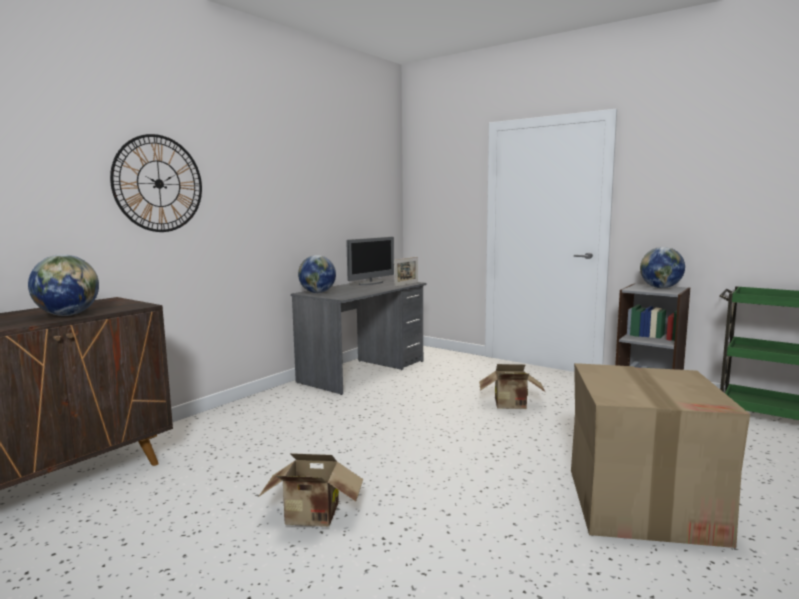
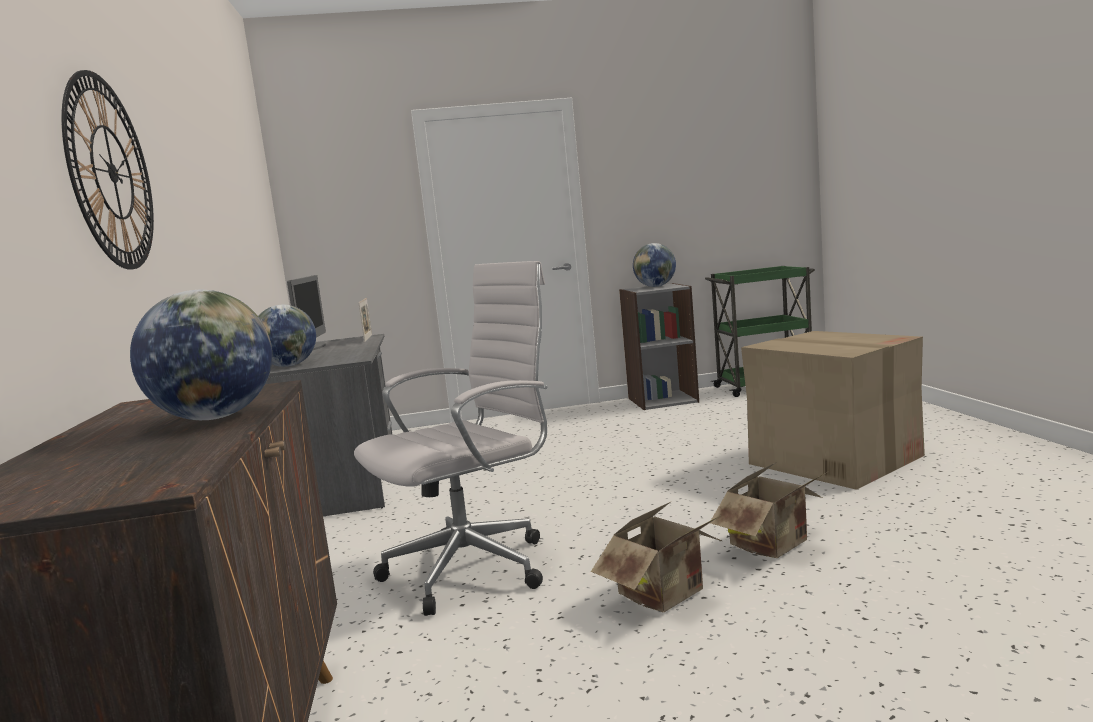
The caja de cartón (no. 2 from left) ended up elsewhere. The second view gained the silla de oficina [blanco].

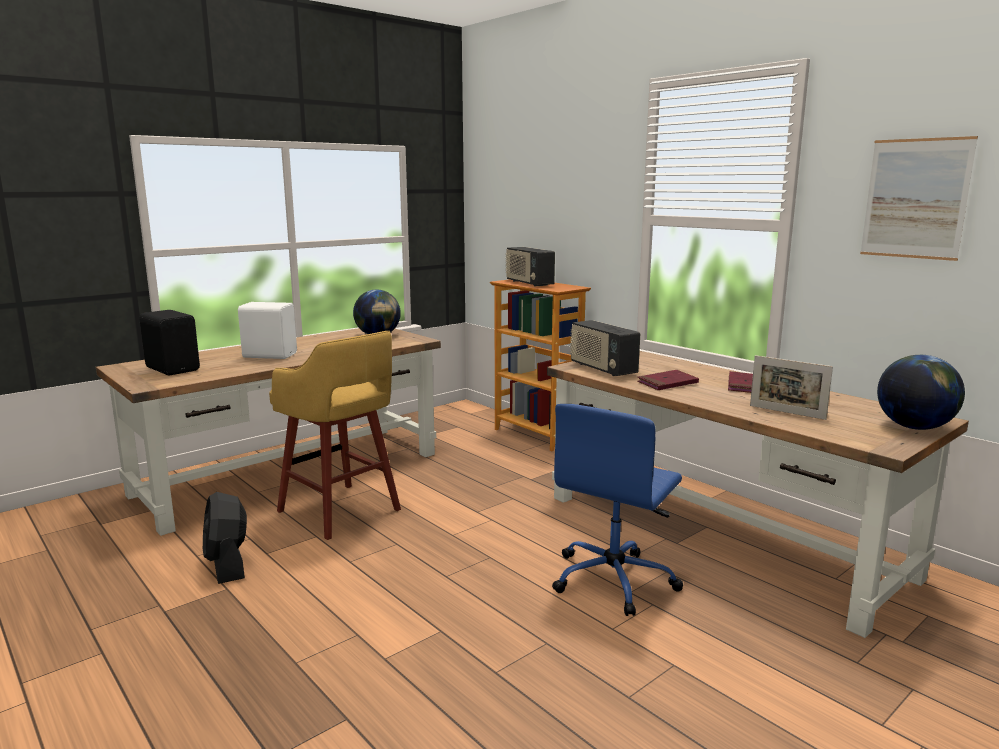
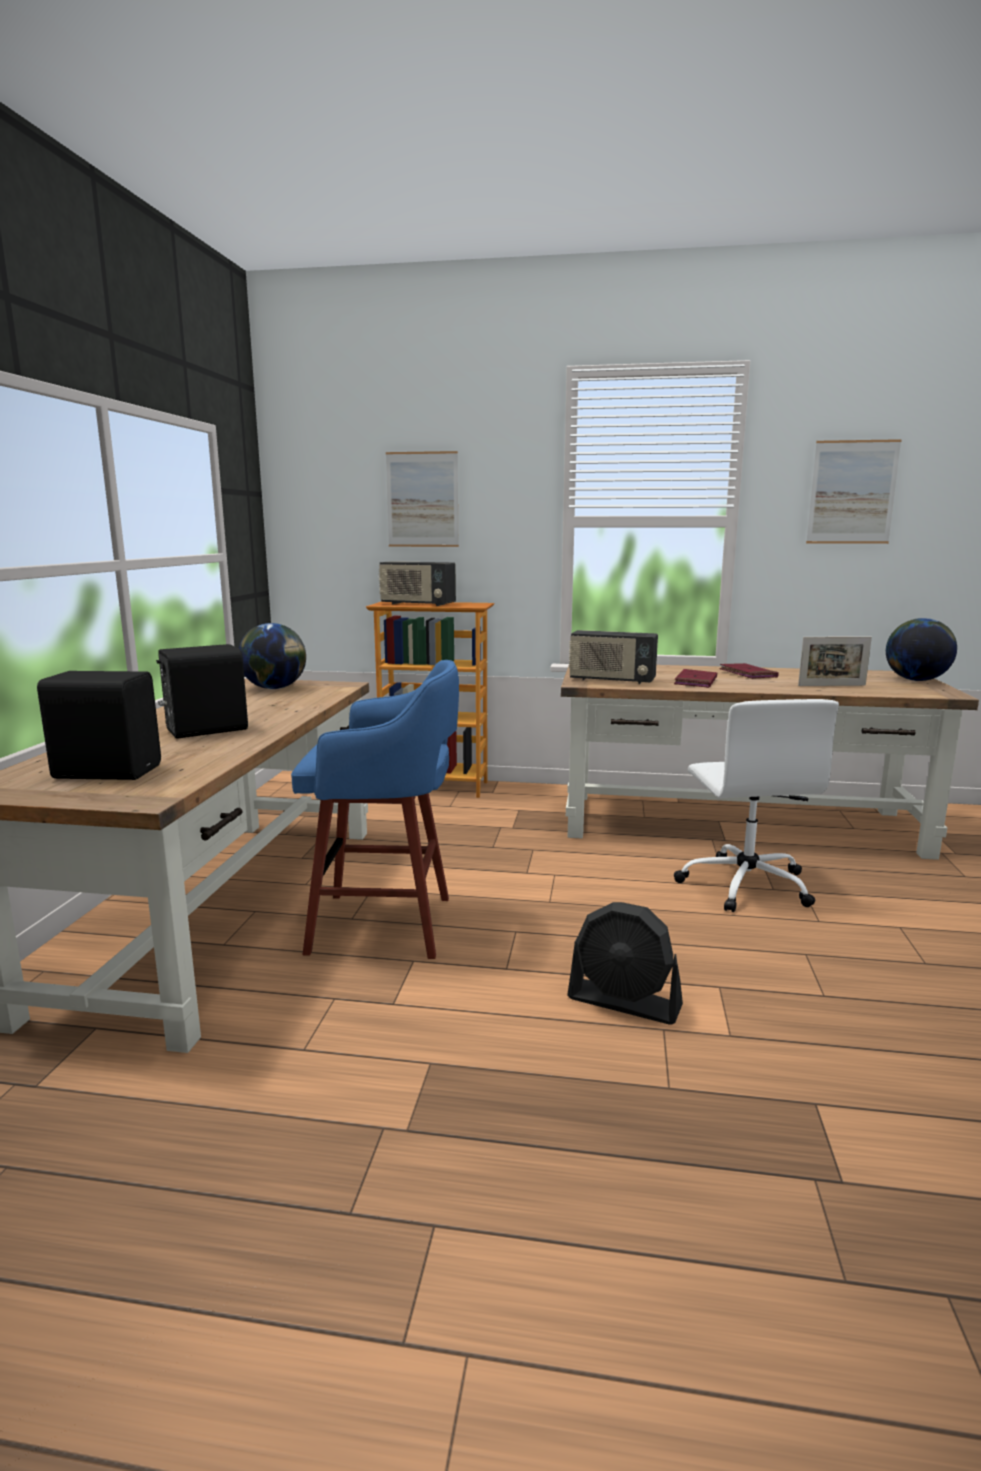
What was the altavoz [blanco] turned into the altavoz [negro] (no. 2 from left). What was the taburete [amarillo] turned into the taburete [azul]. What was the silla de oficina [azul] turned into the silla de oficina [blanco]. The ventilador [negro] ended up elsewhere. The second view gained the cuadro (no. 1 from left).

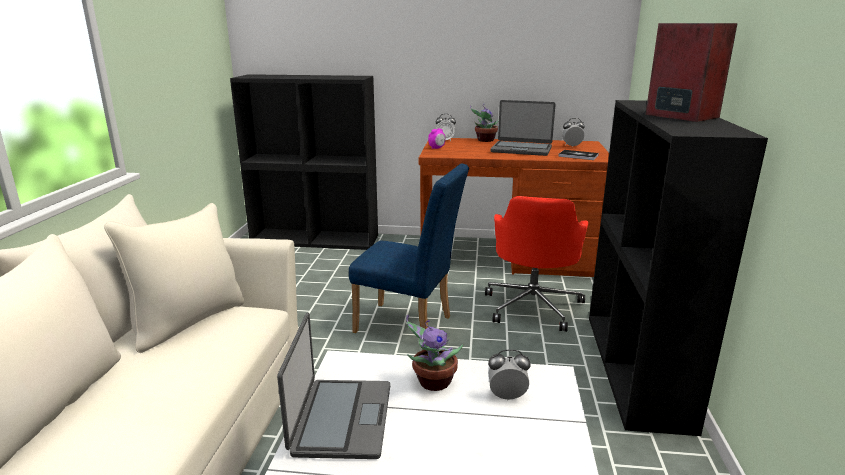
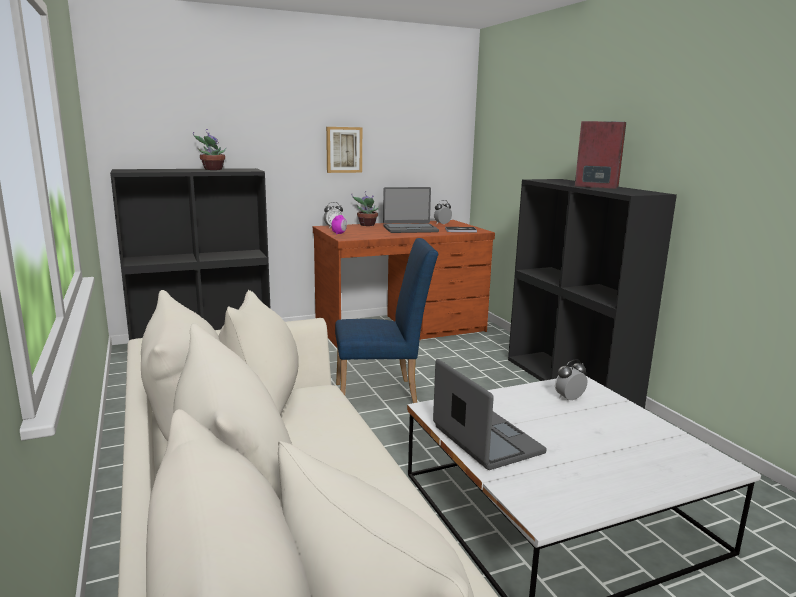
The second view lost the silla de oficina [rojo]. The planta en maceta (no. 1 from left) ended up elsewhere. The second view gained the cuadro.

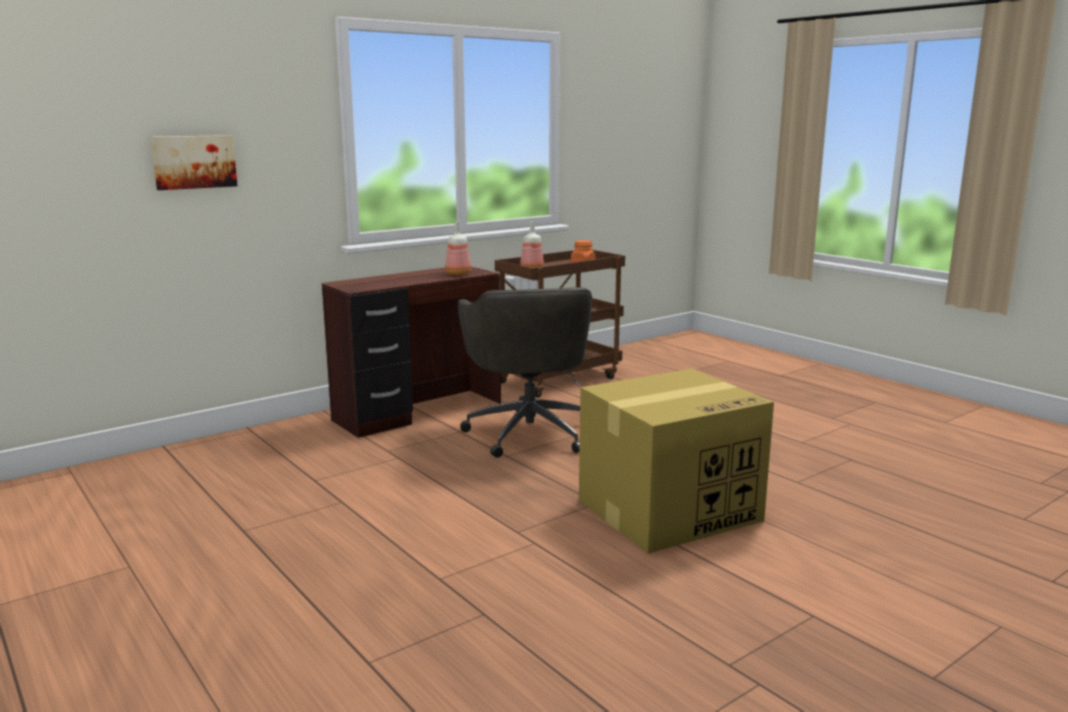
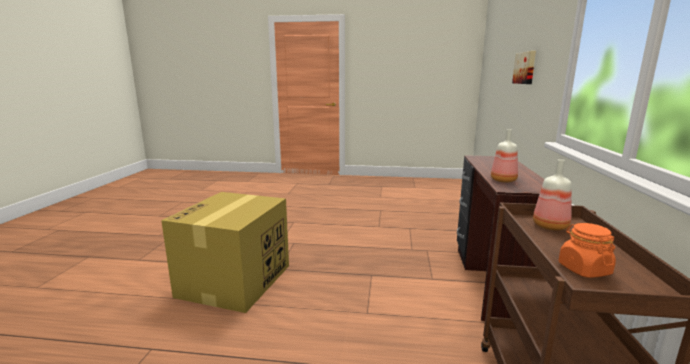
The second view lost the silla de oficina [gris].

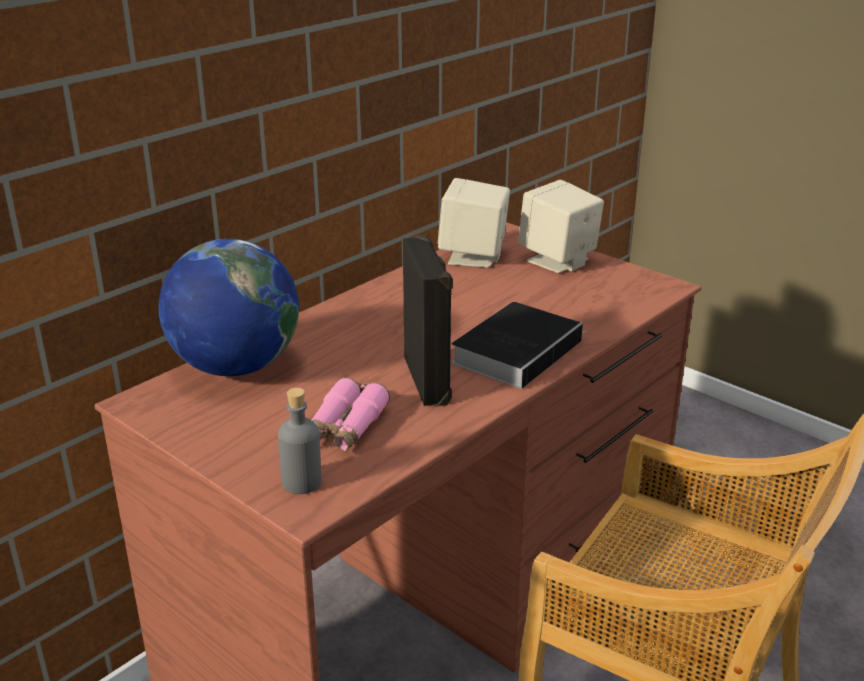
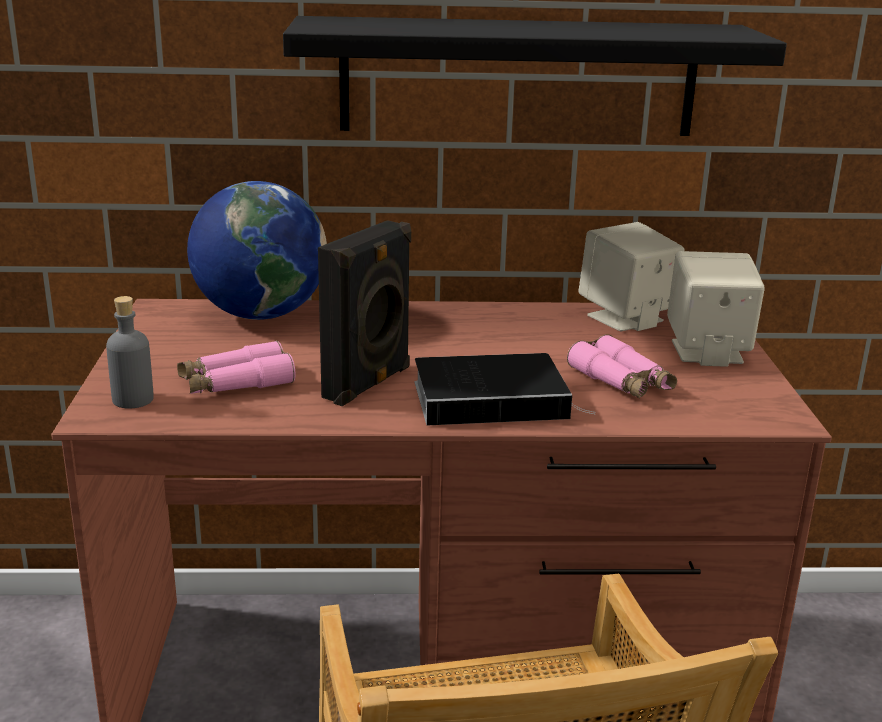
The second view gained the estante [negro]. The second view gained the prismáticos [rosa] (no. 2 from left).

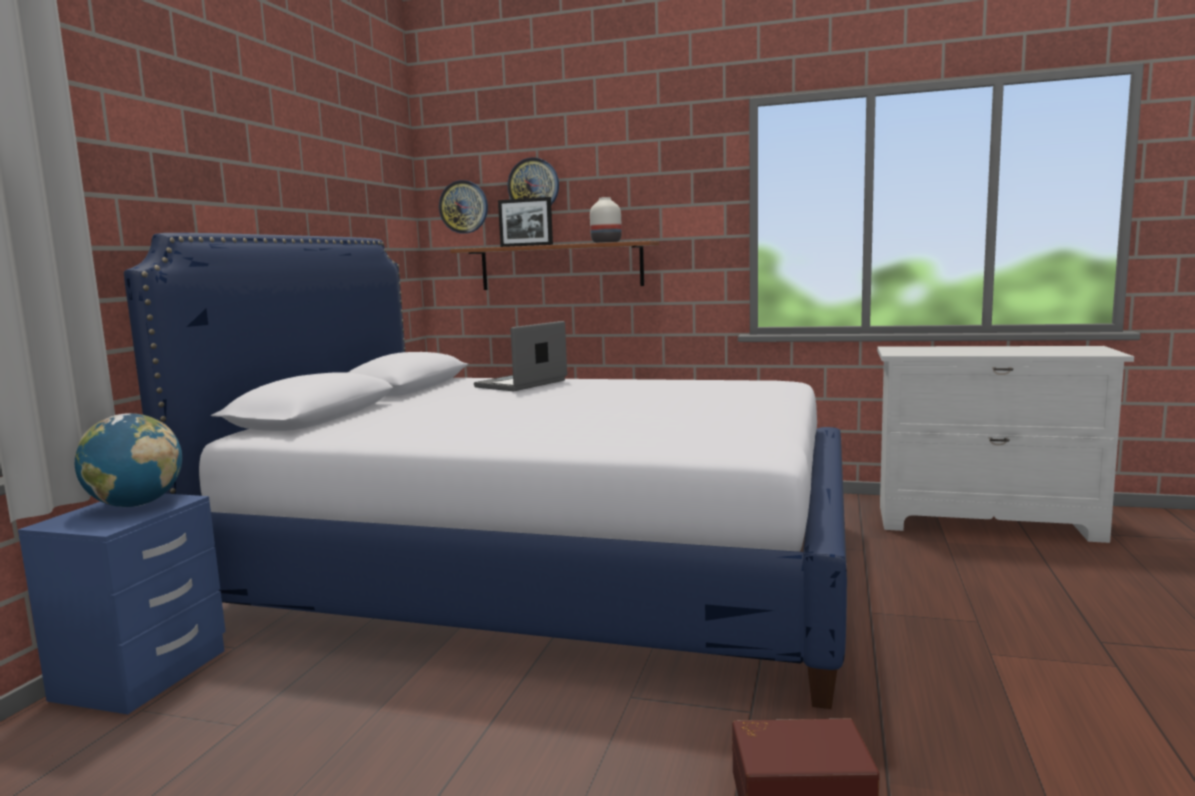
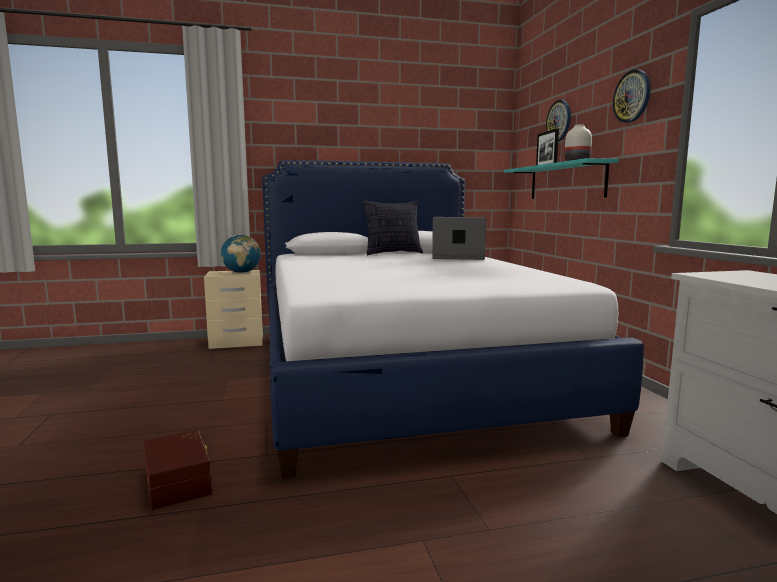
The reloj de pared (no. 1 from left in the first image) ended up elsewhere. What was the estante [marrón] turned into the estante [turquesa]. What was the mesita de noche [azul] turned into the mesita de noche [beis]. The second view gained the cojín.

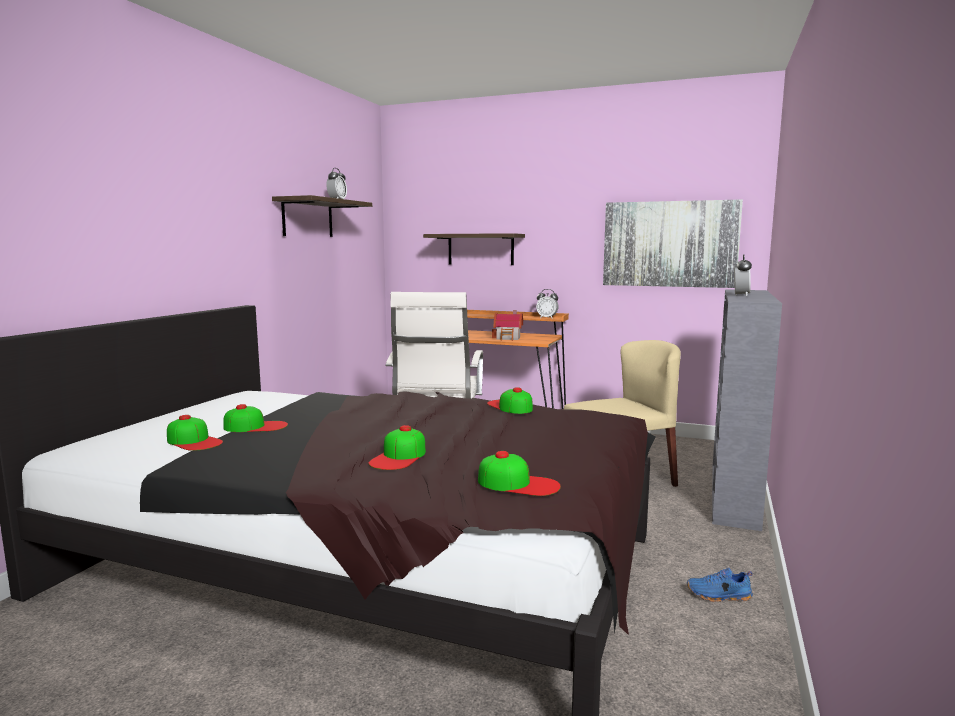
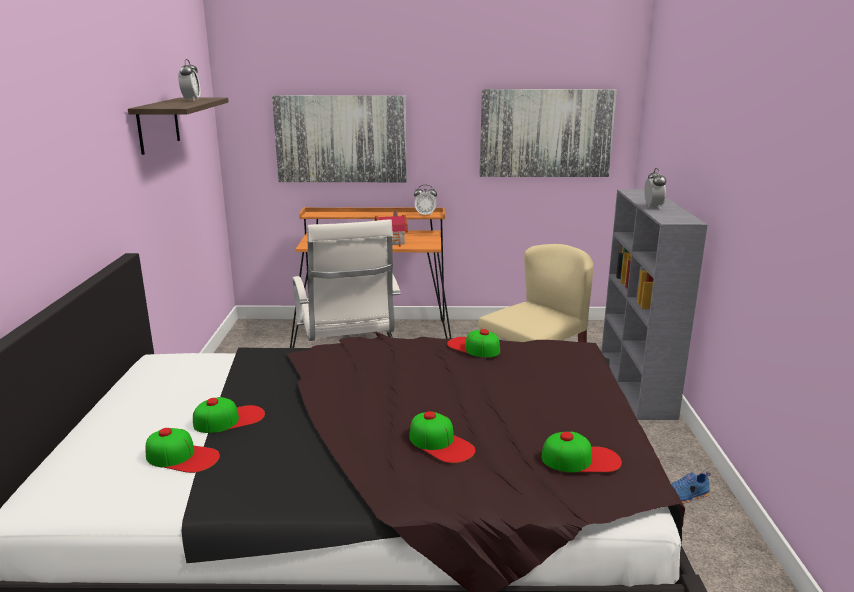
Where the estante (no. 2 from left) hung, the cuadro (no. 1 from left) came to hang. The gorra (no. 3 from left) ended up facing another way, 45 degrees counterclockwise from before.

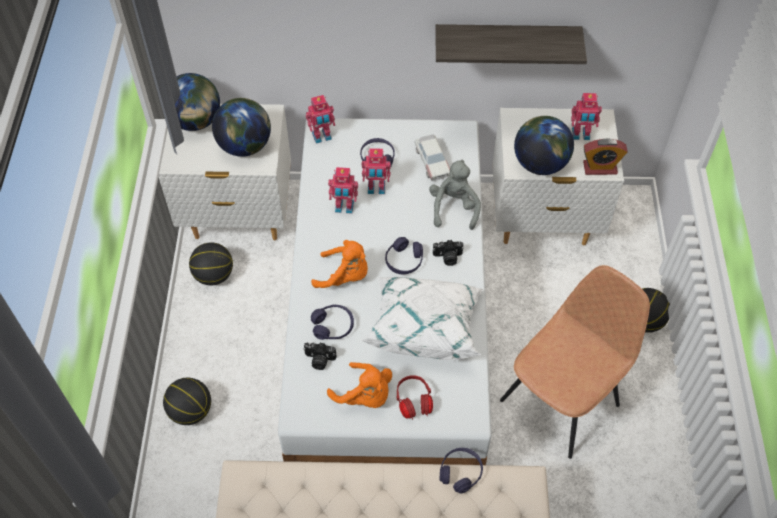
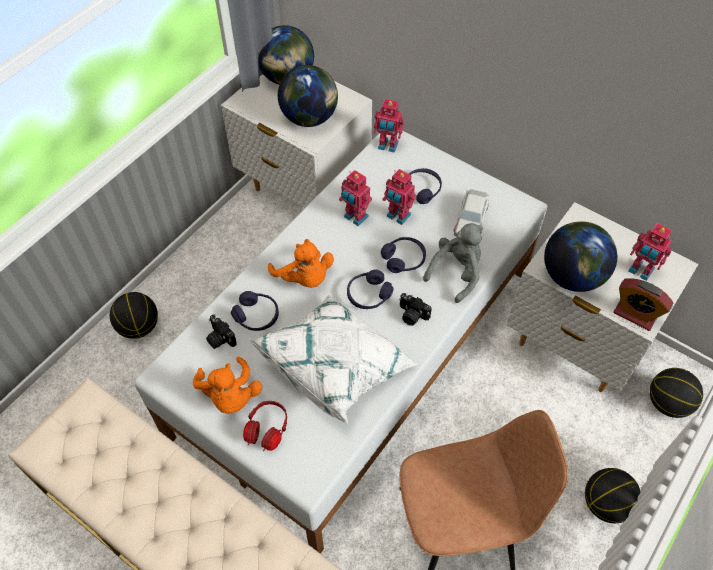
The second view lost the estante. The balón de baloncesto (no. 2 from left in the first image) ended up elsewhere. The auriculares [morado] (no. 4 from left in the first image) ended up elsewhere.

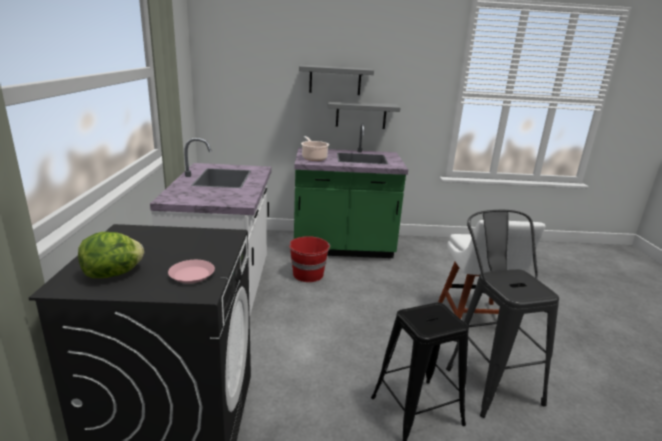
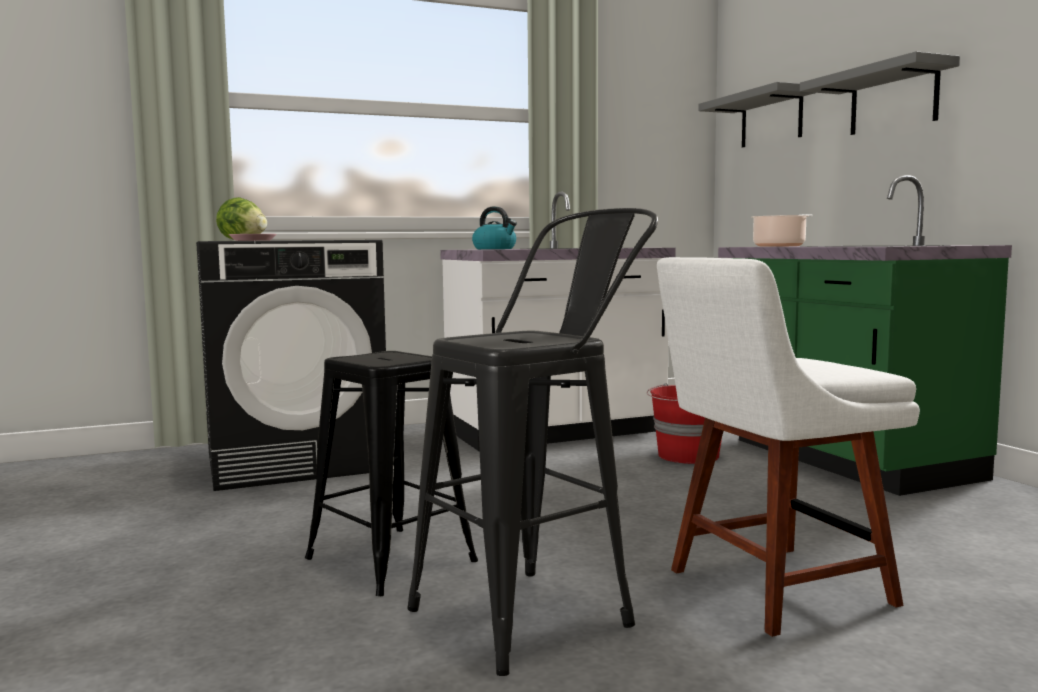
The estante [gris] (no. 2 from left in the first image) ended up elsewhere. The second view gained the hervidor.

